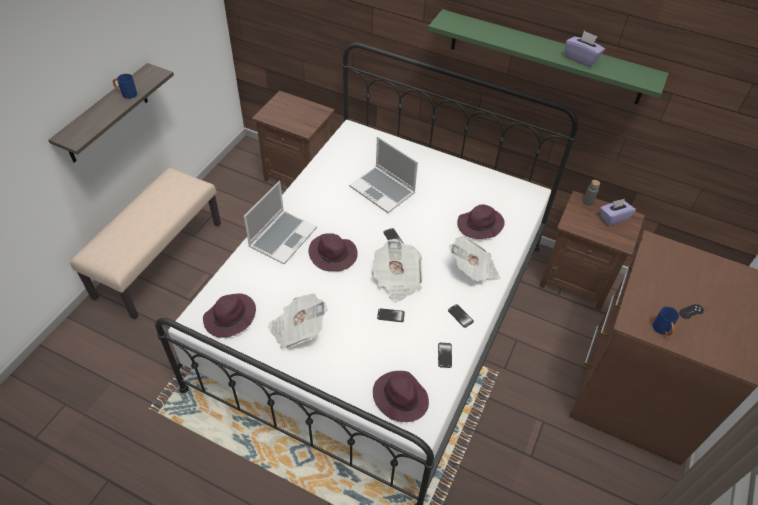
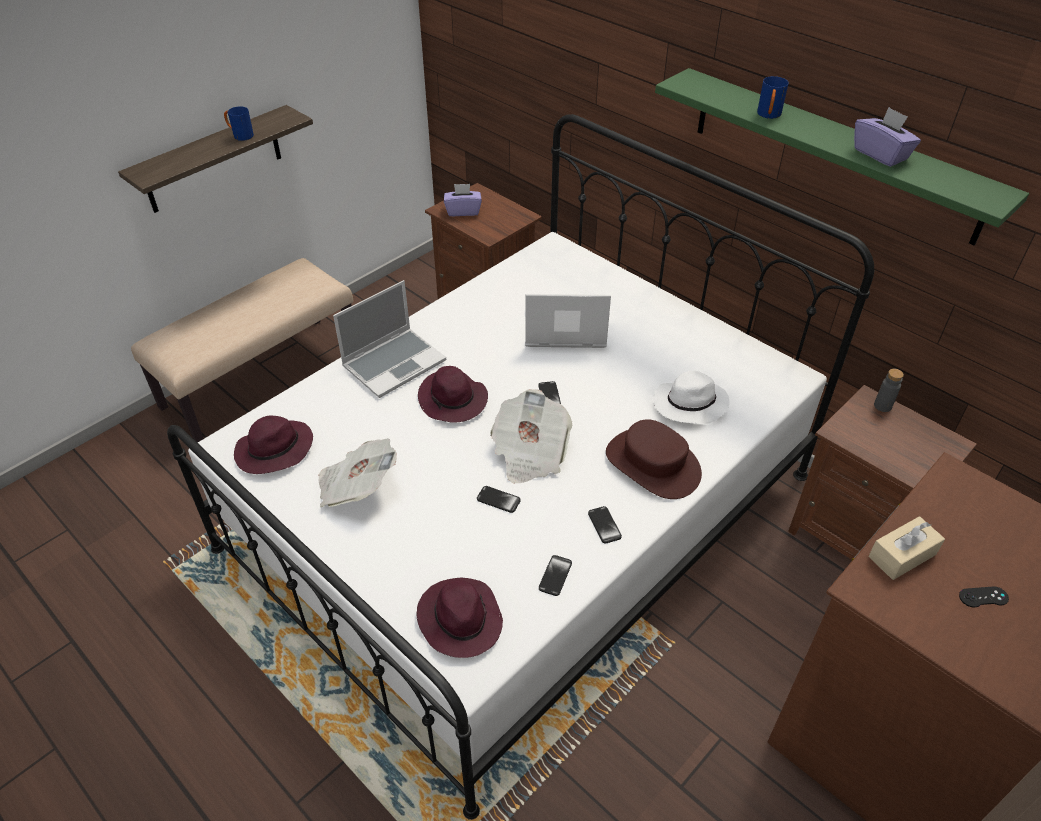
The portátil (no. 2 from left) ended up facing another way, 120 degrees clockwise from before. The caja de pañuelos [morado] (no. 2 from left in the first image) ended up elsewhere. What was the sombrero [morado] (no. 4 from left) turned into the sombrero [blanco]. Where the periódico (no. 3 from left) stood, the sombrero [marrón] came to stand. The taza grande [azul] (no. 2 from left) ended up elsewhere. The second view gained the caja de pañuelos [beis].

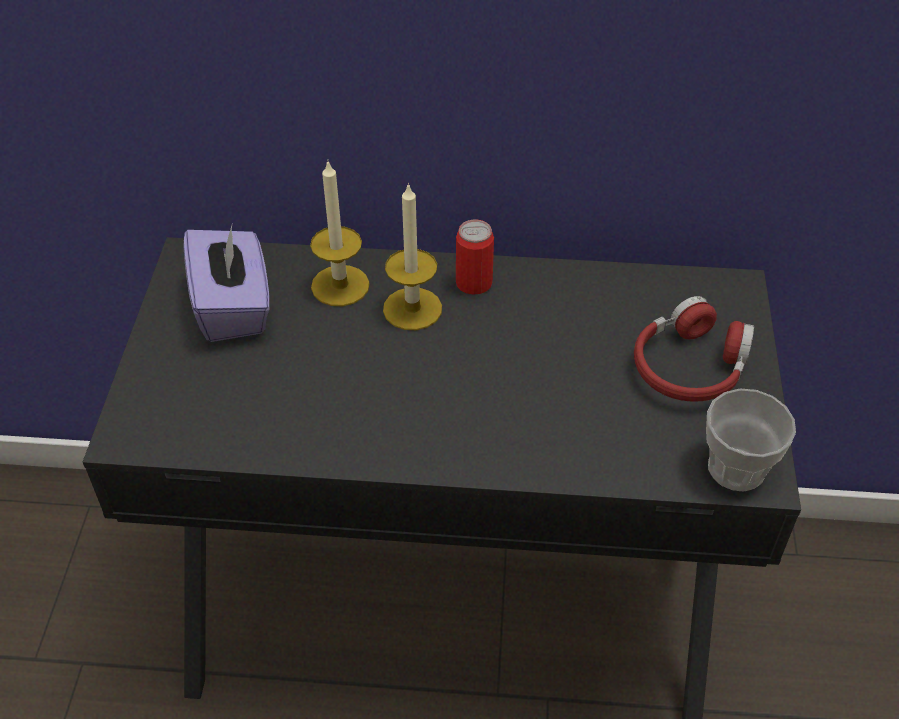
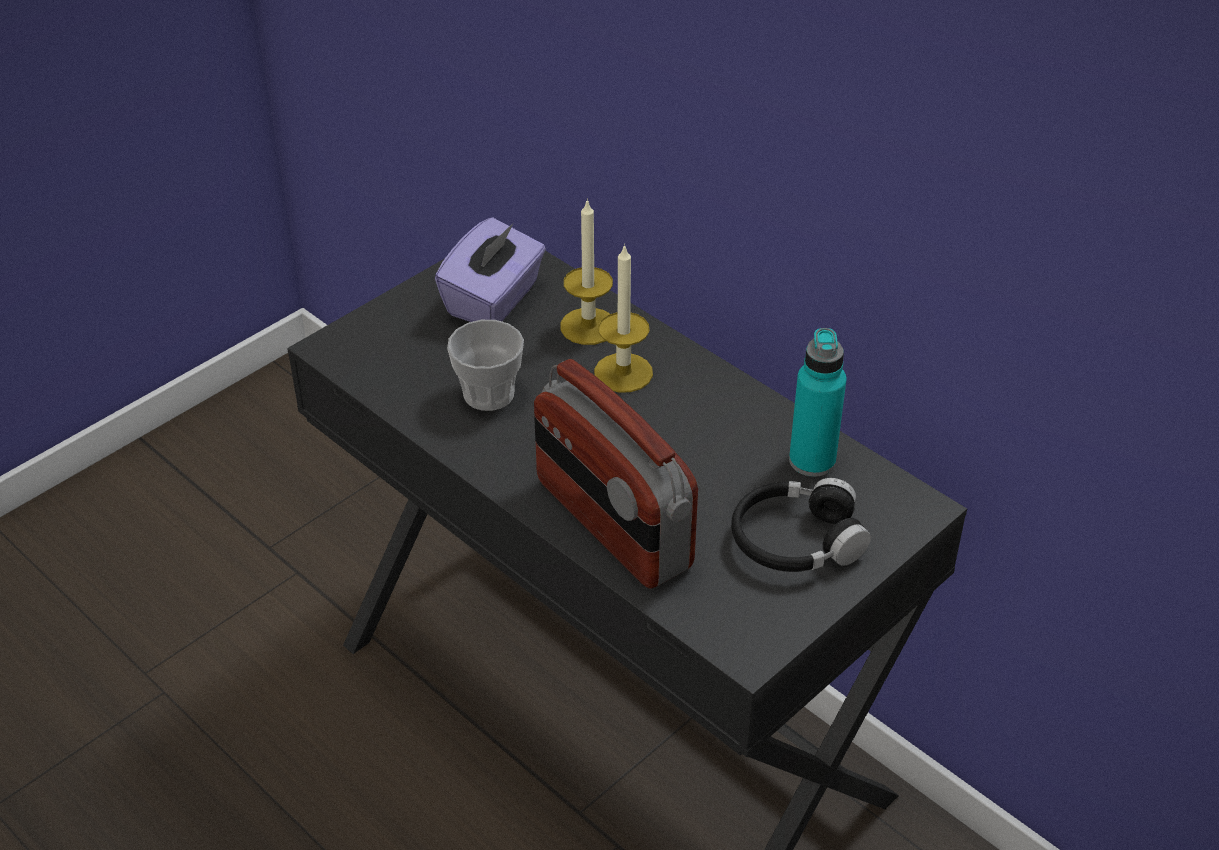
The second view lost the lata. What was the auriculares [rojo] turned into the auriculares [negro]. The taza ended up elsewhere. The second view gained the botella [turquesa]. The second view gained the radio.

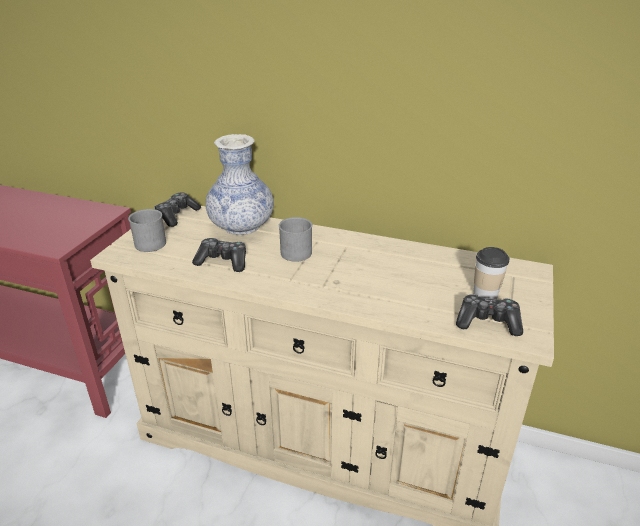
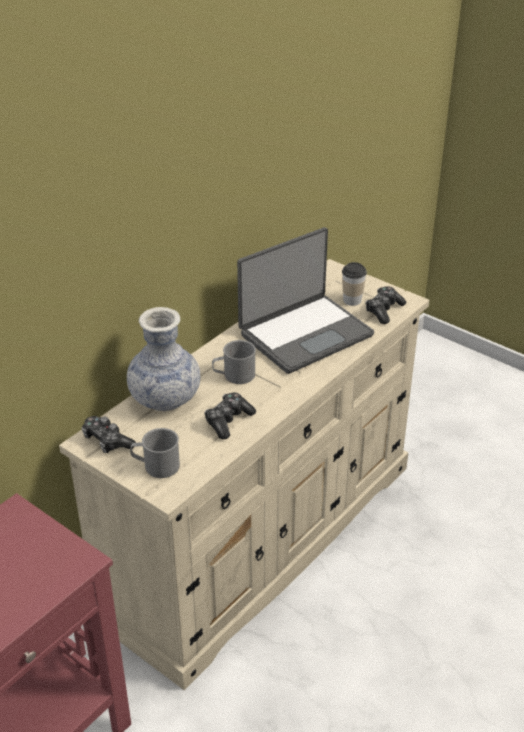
The second view gained the portátil.

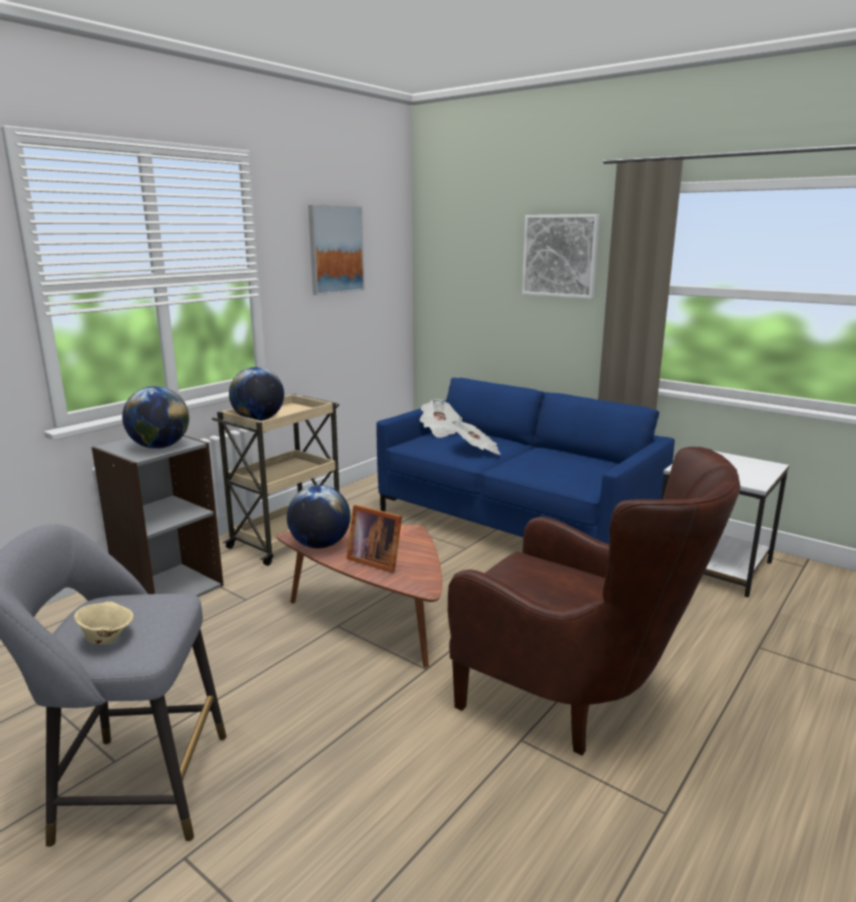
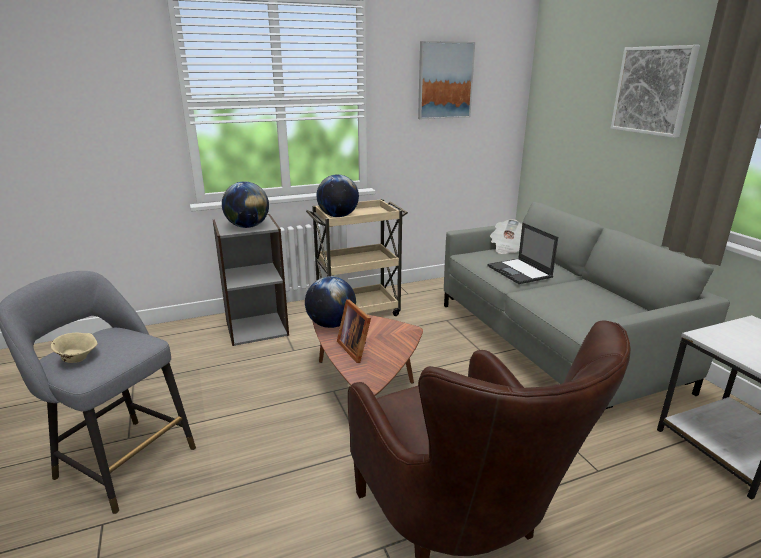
What was the sofá [azul] turned into the sofá [gris]. Where the periódico (no. 2 from left) stood, the portátil came to stand.

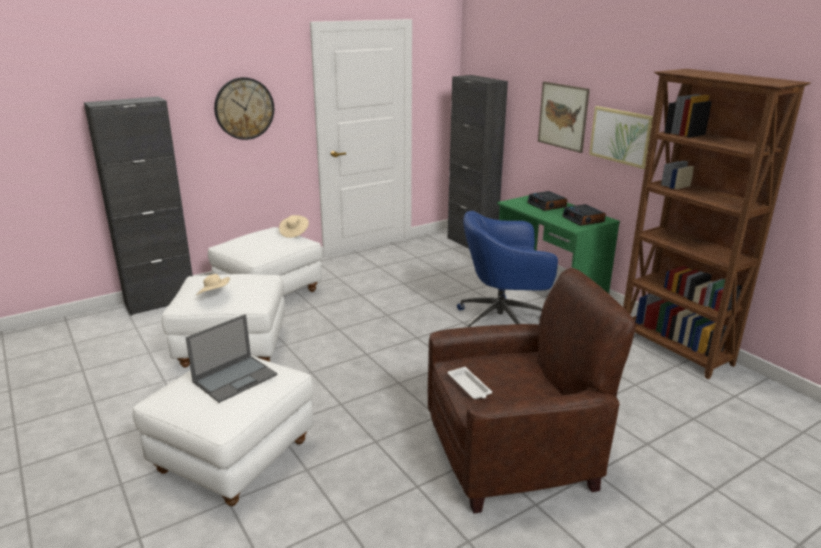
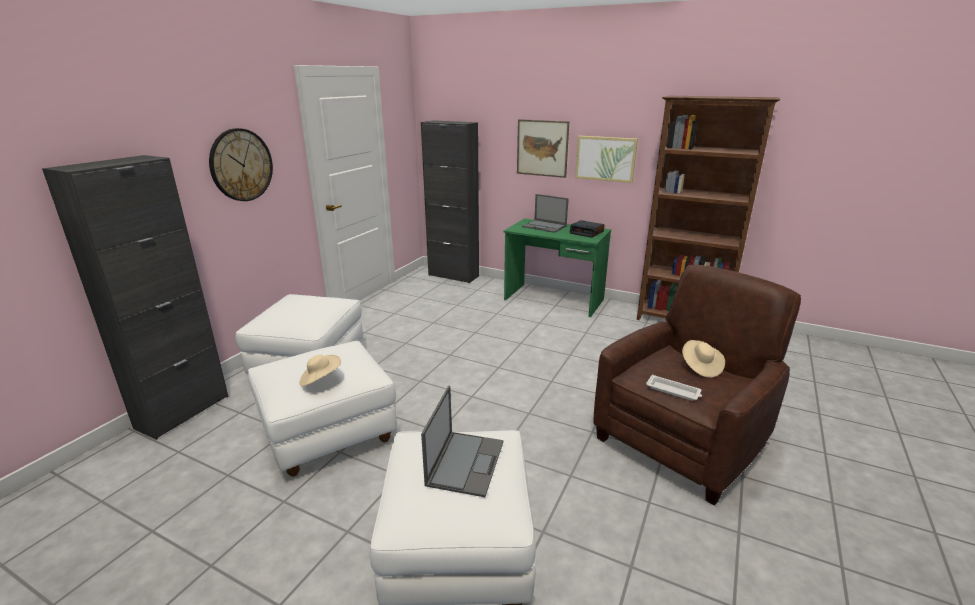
Where the despertador (no. 1 from left) stood, the portátil (no. 2 from left) came to stand. The second view lost the silla de oficina [azul]. The sombrero [beis] (no. 2 from left) ended up elsewhere.

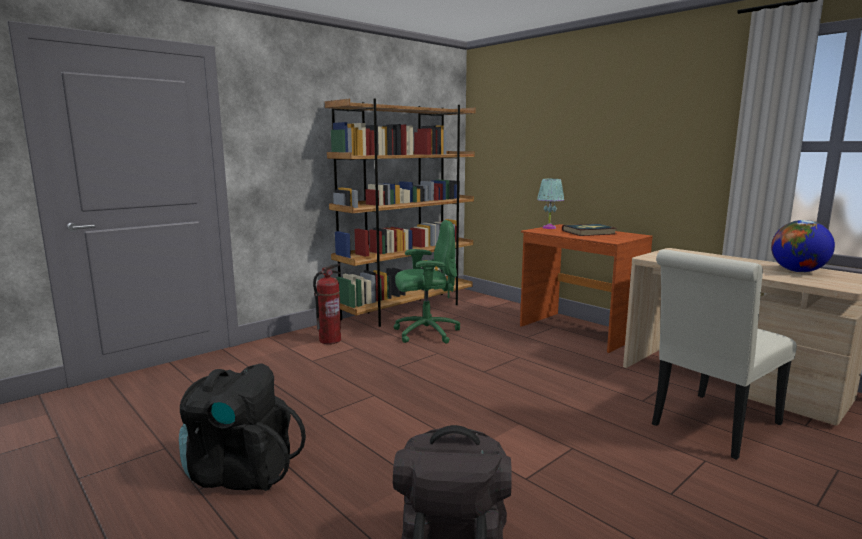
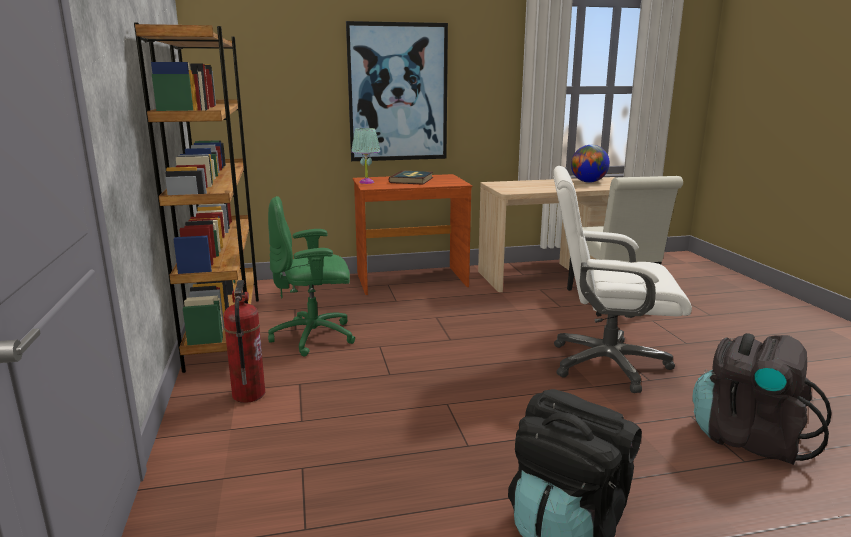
The silla de oficina [verde] ended up facing another way, 120 degrees counterclockwise from before. The second view gained the cuadro. The second view gained the silla de oficina [blanco].

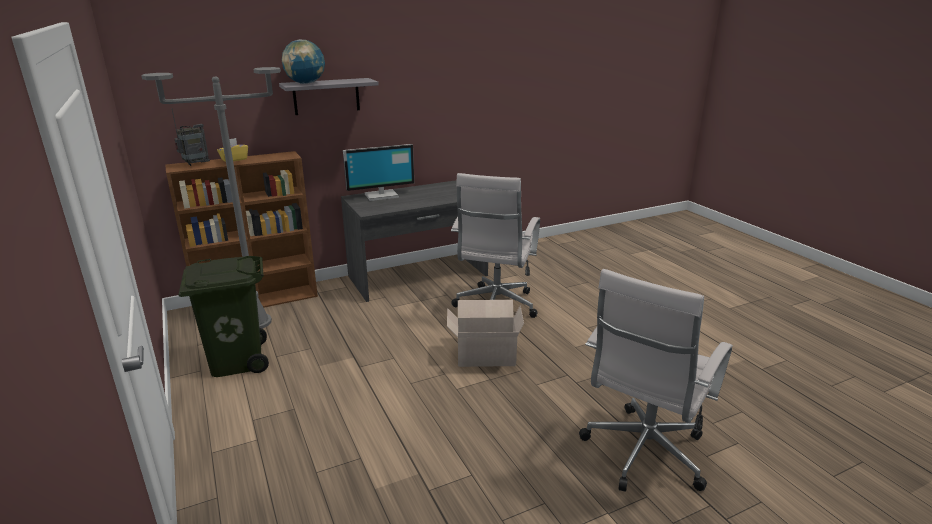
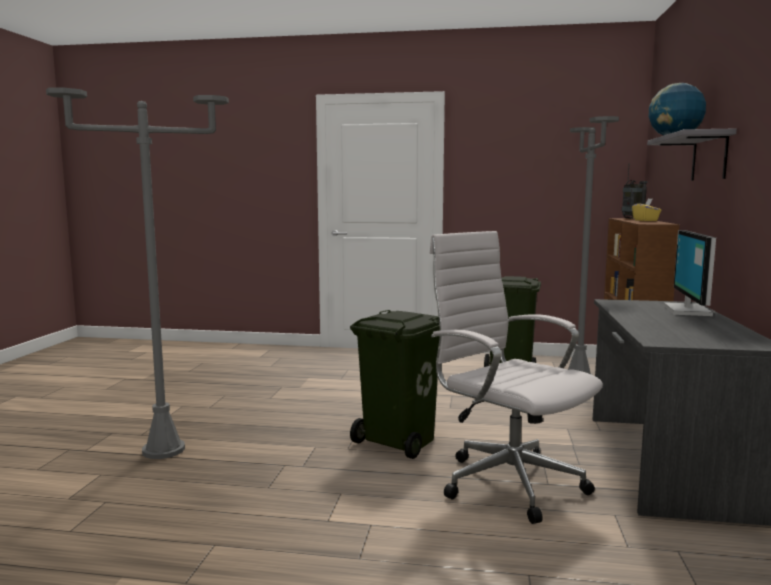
Where the silla de oficina [blanco] (no. 2 from left) stood, the lámpara de pie [gris] (no. 1 from left) came to stand. Where the caja de cartón stood, the papelera [verde] (no. 1 from left) came to stand.

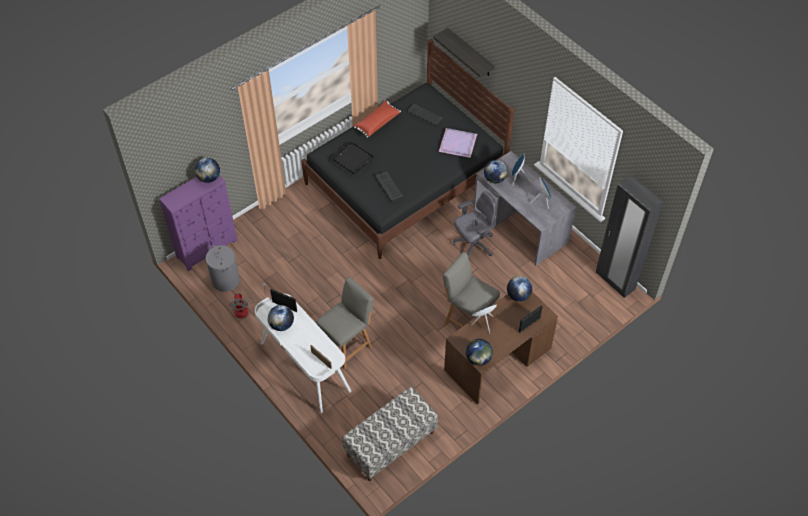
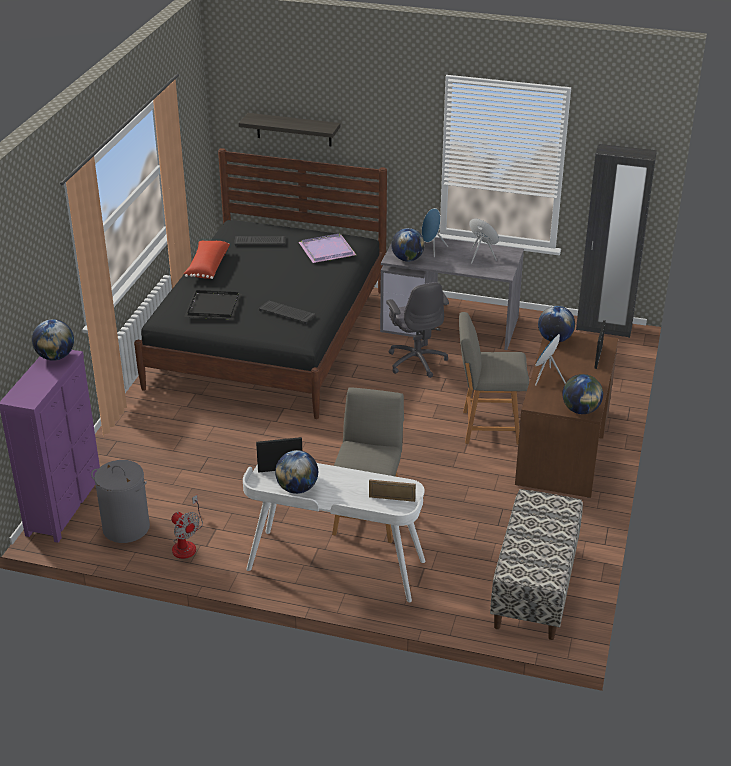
The silla de oficina [gris] ended up facing another way, 135 degrees clockwise from before.

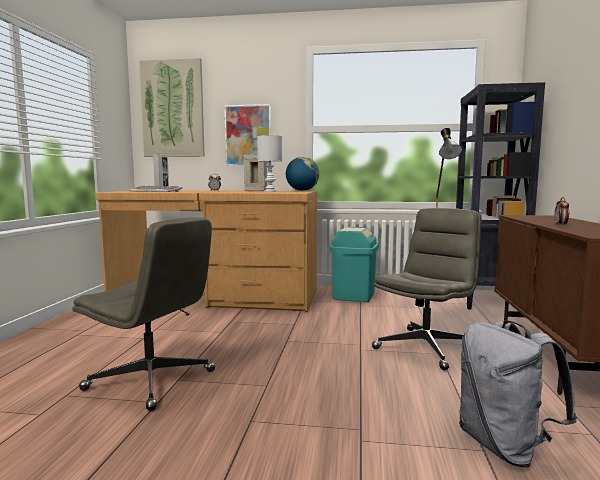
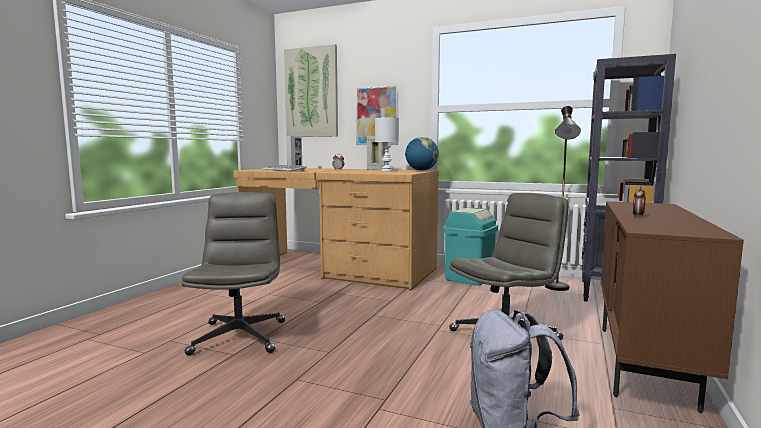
The silla de oficina [gris] (no. 1 from left) ended up facing another way, 135 degrees counterclockwise from before.

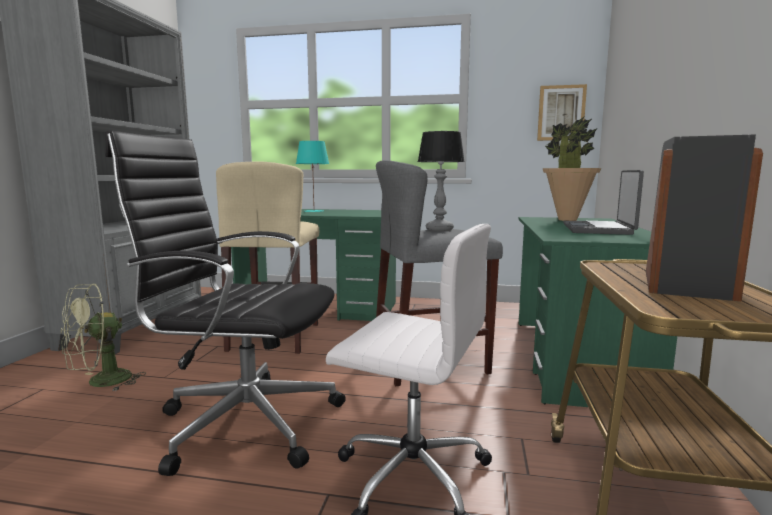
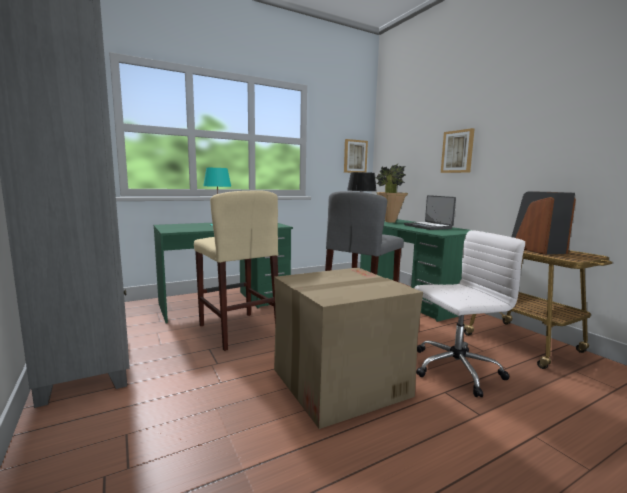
Where the silla de oficina [negro] stood, the caja de cartón came to stand. The second view lost the ventilador [verde]. The second view gained the cuadro (no. 2 from left).

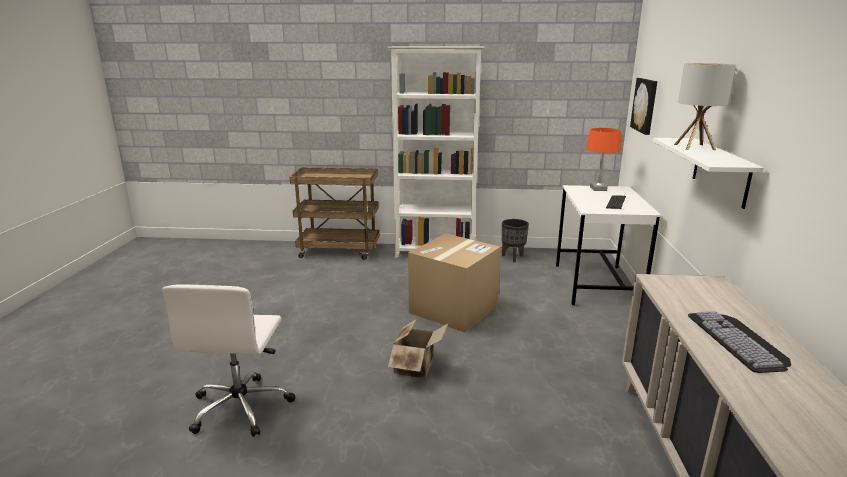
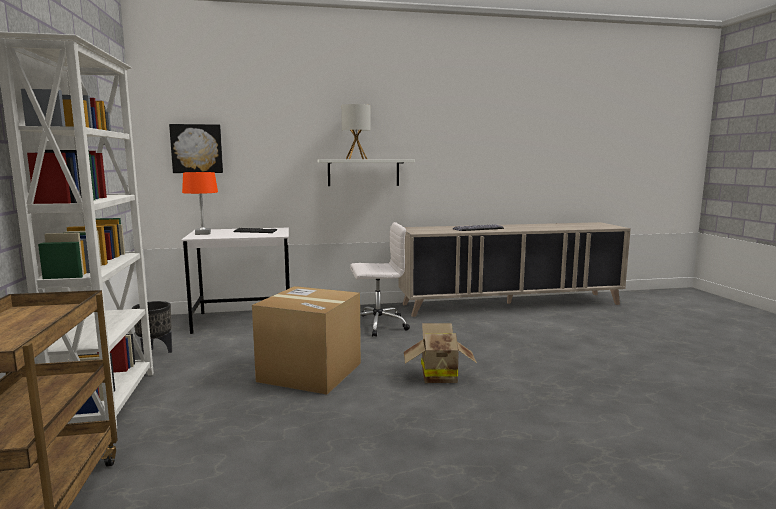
The silla de oficina [blanco] ended up elsewhere.

